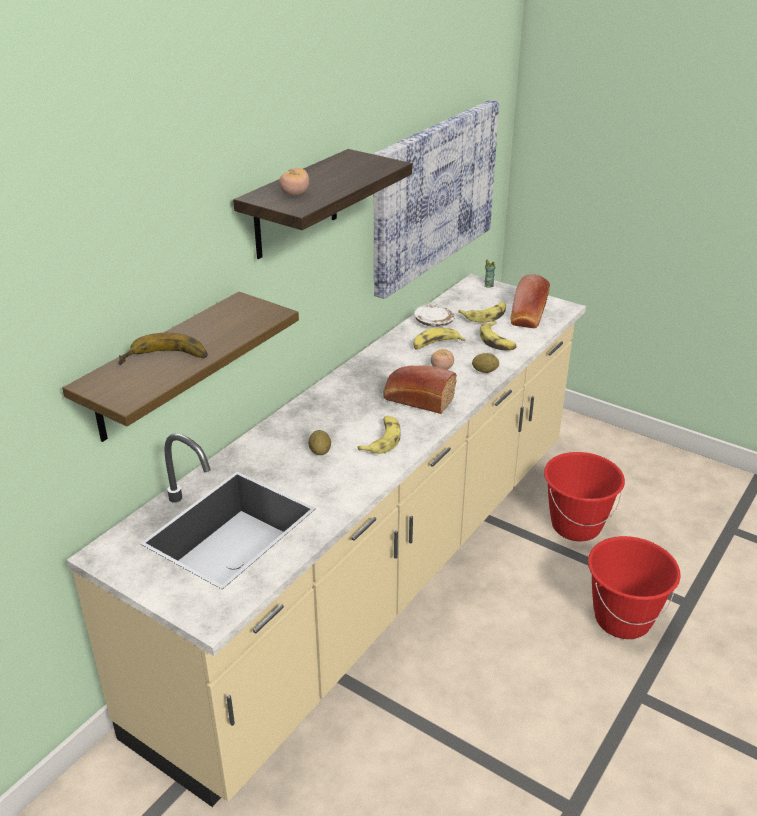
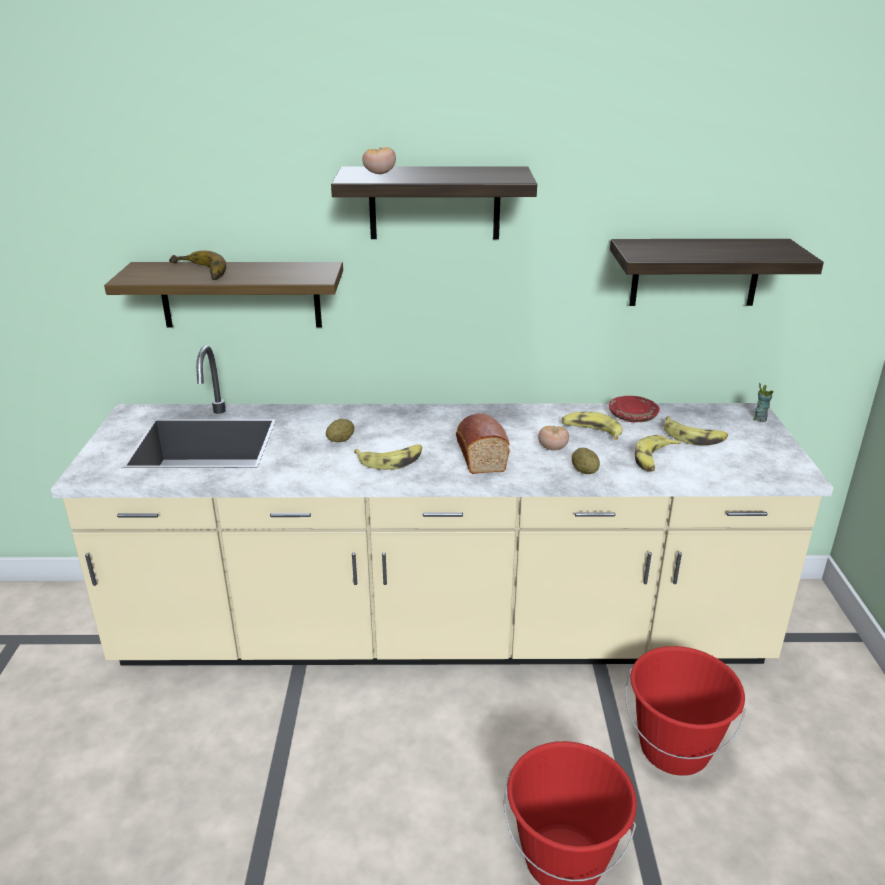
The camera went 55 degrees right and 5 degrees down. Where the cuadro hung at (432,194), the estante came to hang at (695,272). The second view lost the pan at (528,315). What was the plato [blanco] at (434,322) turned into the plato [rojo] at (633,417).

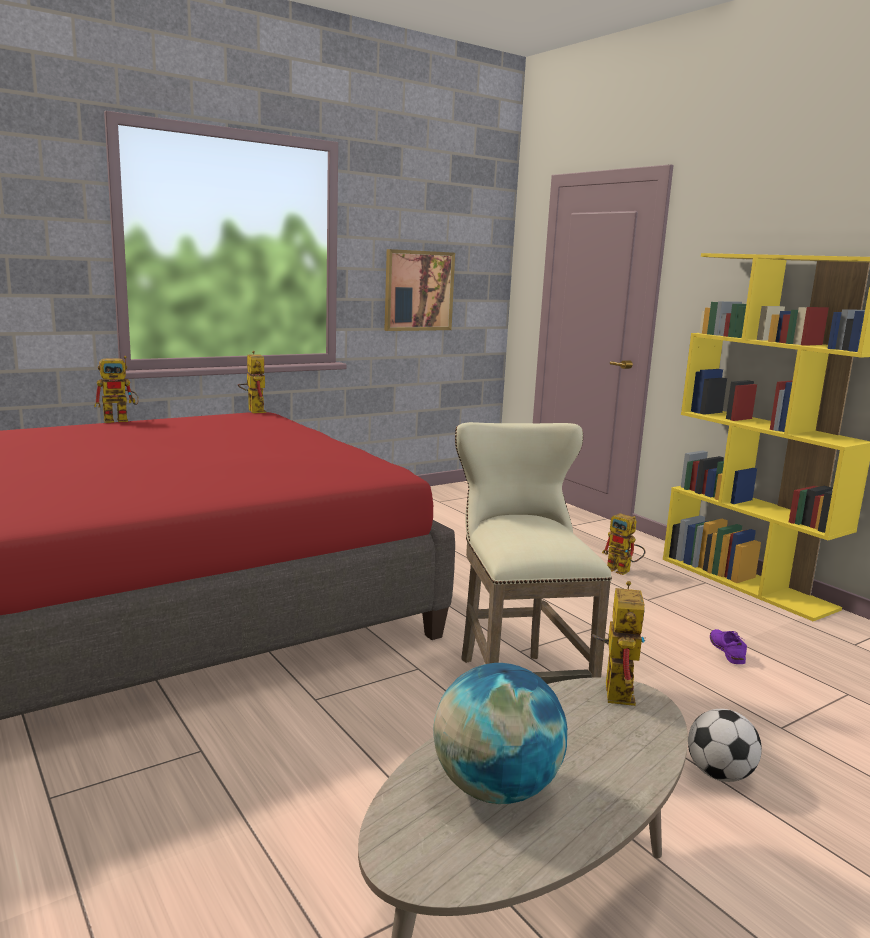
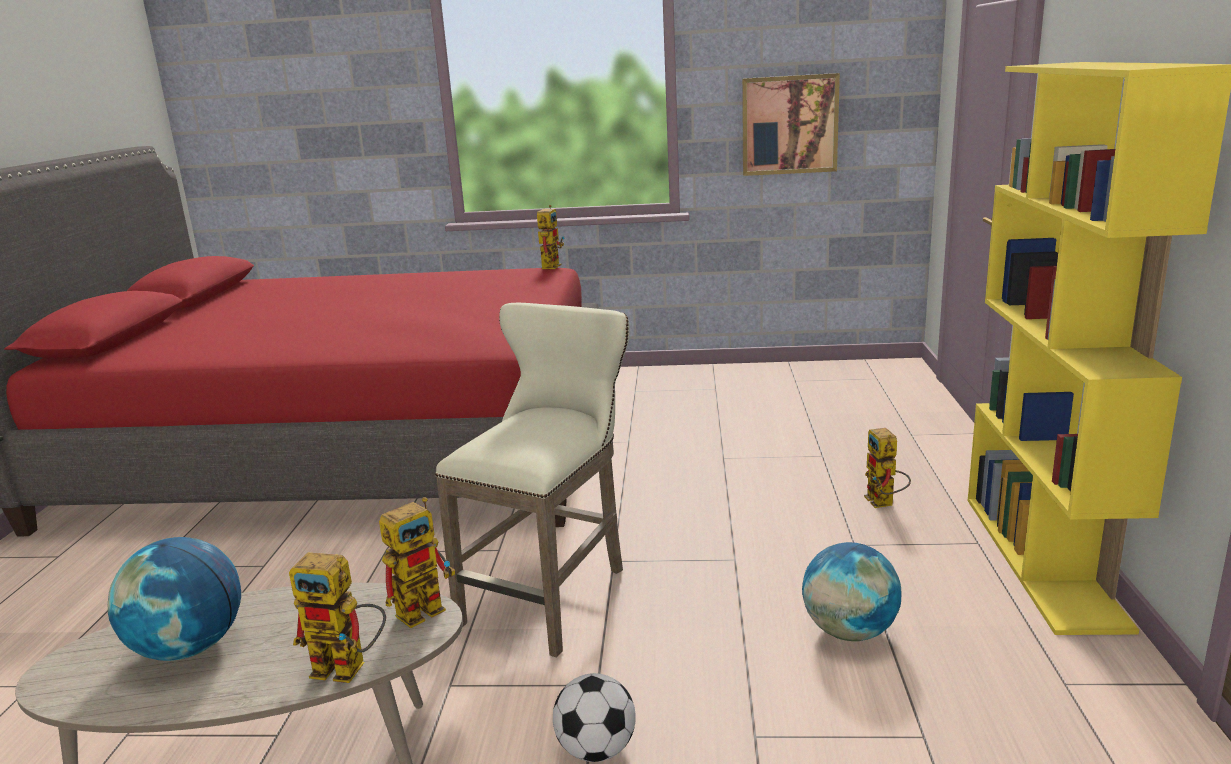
The camera went 40 degrees right and 5 degrees up. The robot de juguete ended up elsewhere, having gone from (121,420) to (350,668). Where the zapato [morado] stood at (727,650), the globo terráqueo came to stand at (849,631).

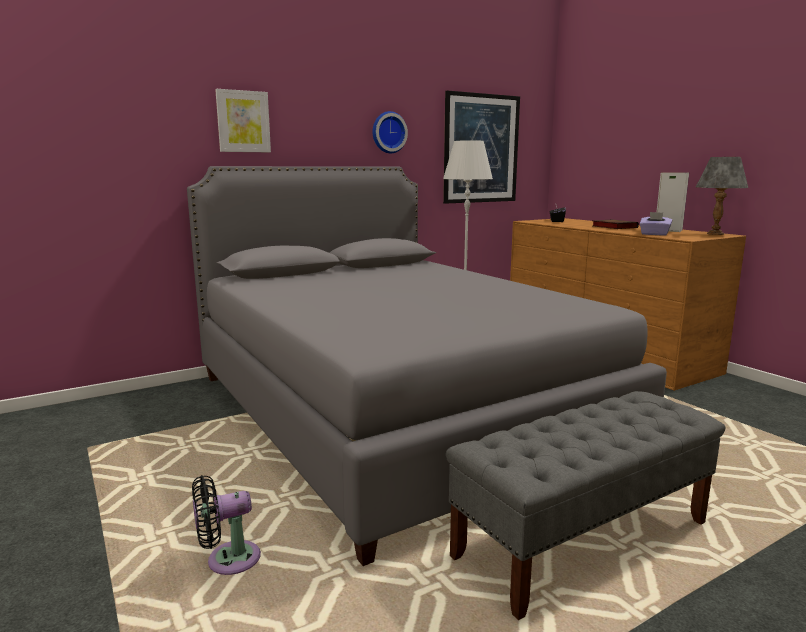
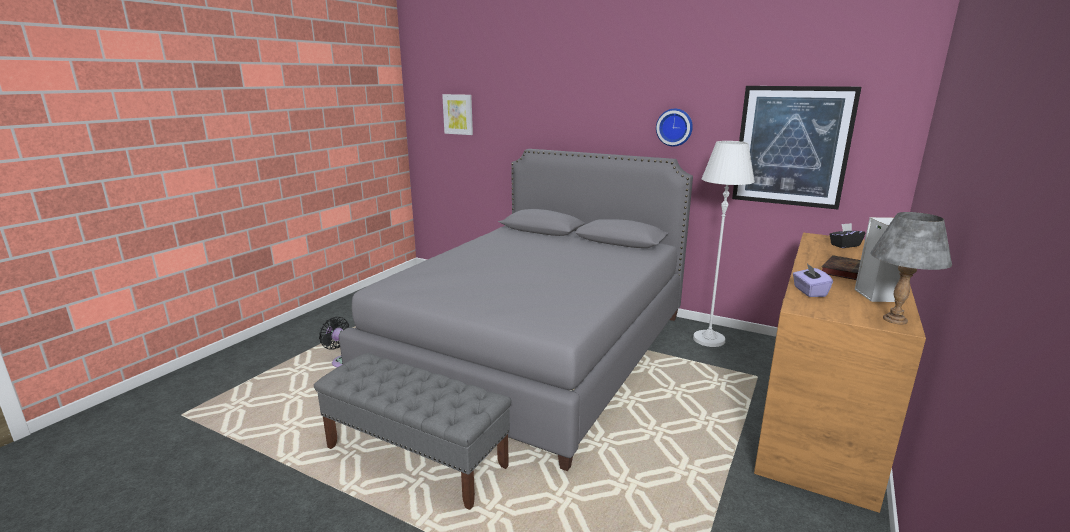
The camera went 60 degrees right and 5 degrees up. The cuadro ended up elsewhere, having gone from (243,121) to (458,114).

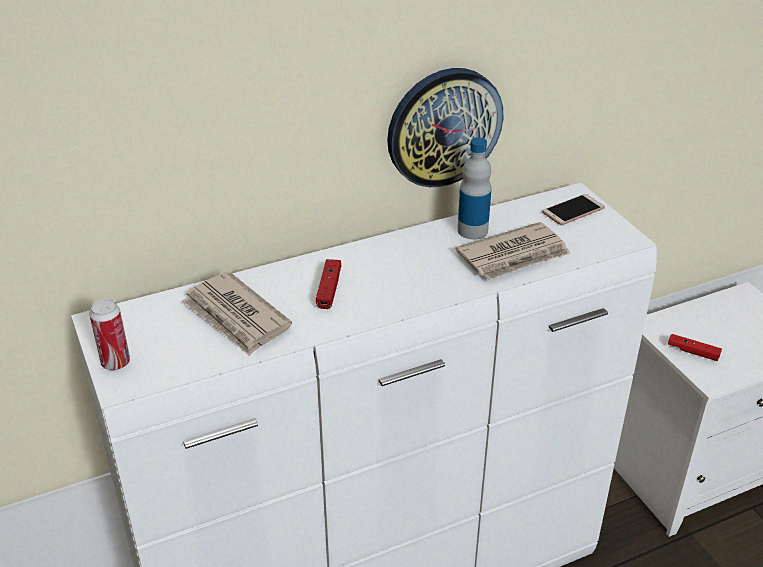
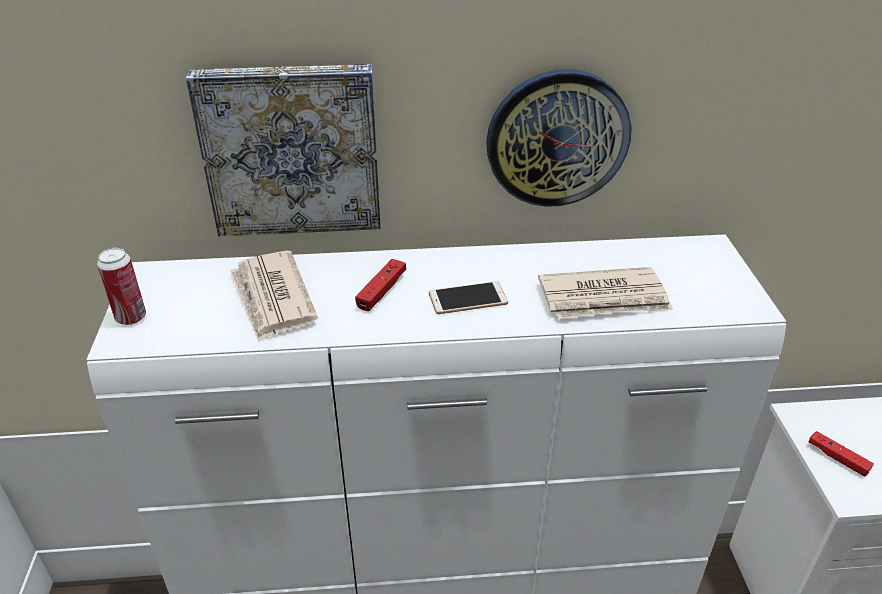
The camera went 20 degrees right and 0 degrees up. The second view lost the botella at (472,230). The móvil ended up elsewhere, having gone from (573,210) to (468,299). The second view gained the cuadro at (291,149).

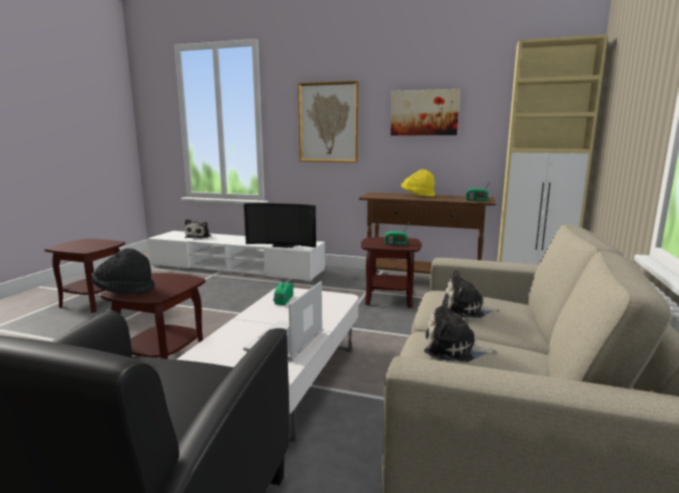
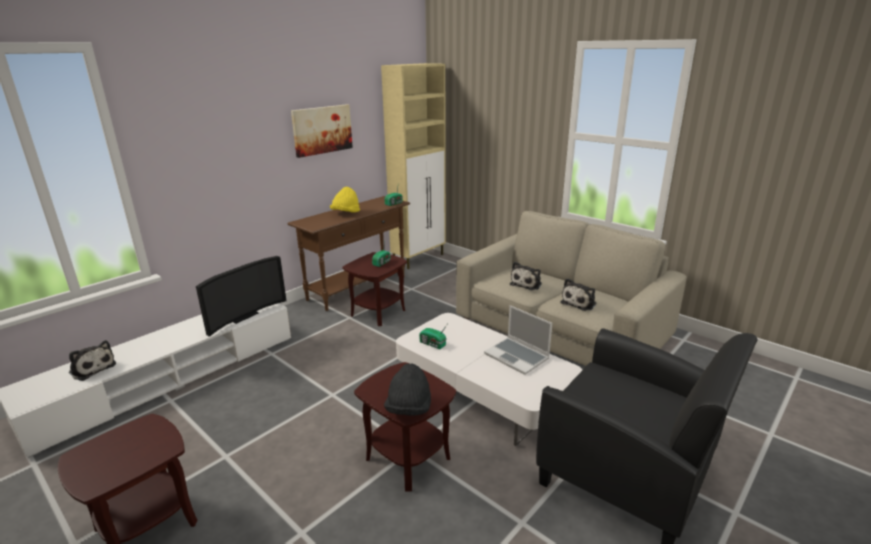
The camera went 65 degrees left and 10 degrees up. The second view lost the cuadro at (328,122).

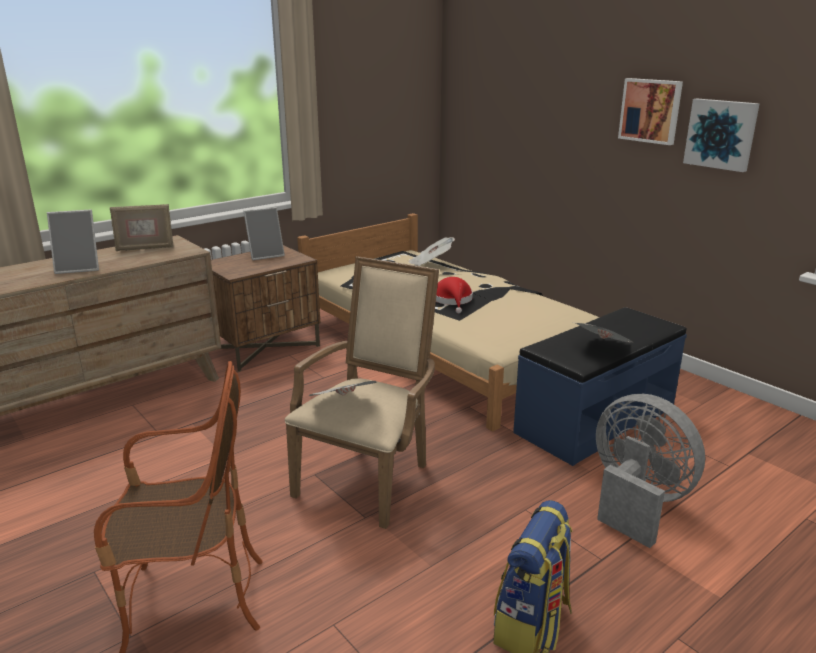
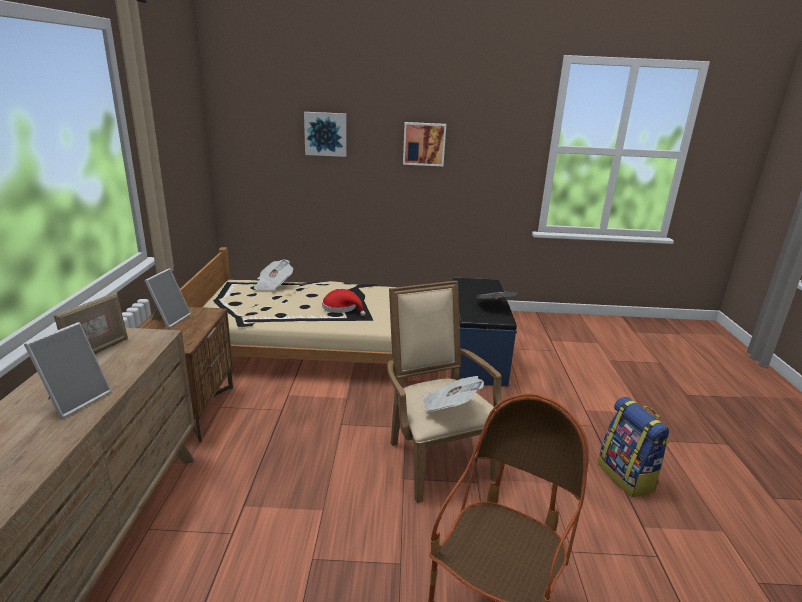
The camera went 50 degrees left and 0 degrees up. The cuadro ended up elsewhere, having gone from (721,134) to (325,134). The second view lost the ventilador [gris] at (636,502).

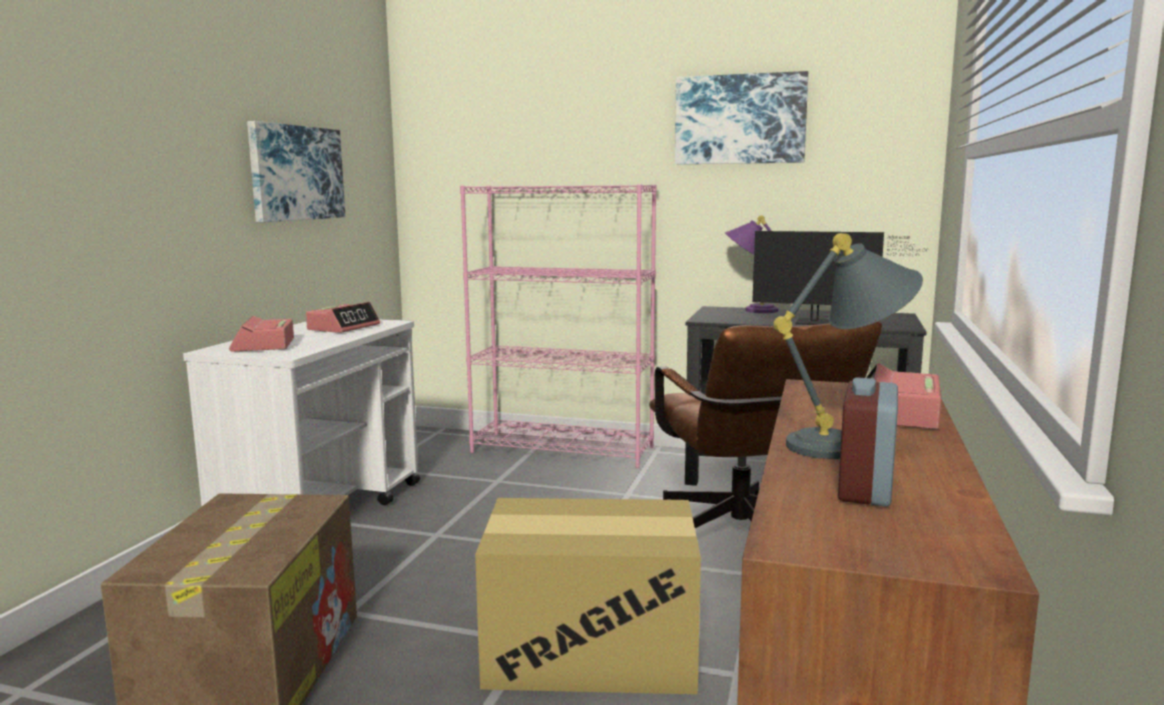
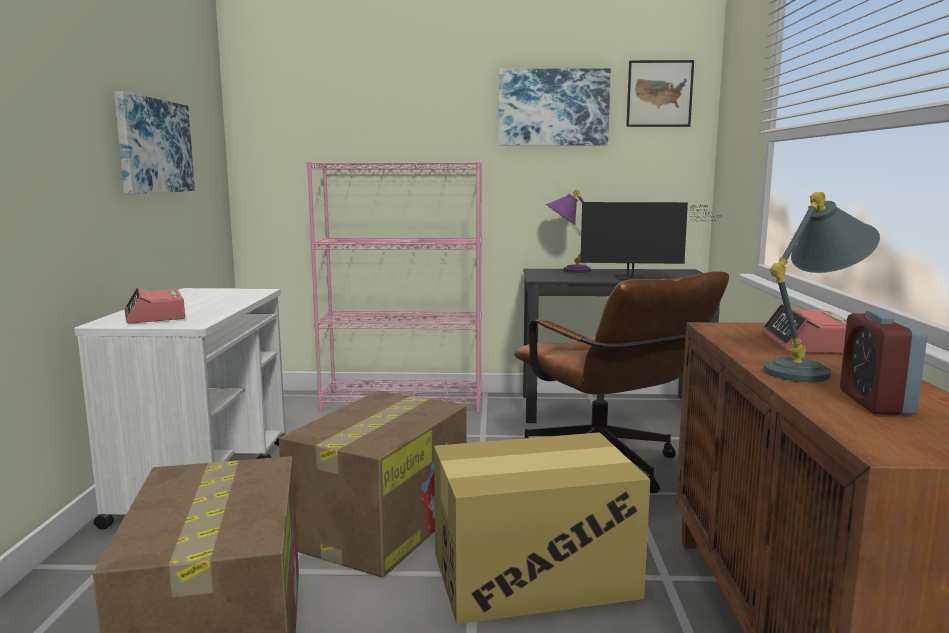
The camera went 15 degrees left and 0 degrees up. The second view lost the despertador at (344,327). The second view gained the cuadro at (659,94). The second view gained the caja de cartón at (382,523).

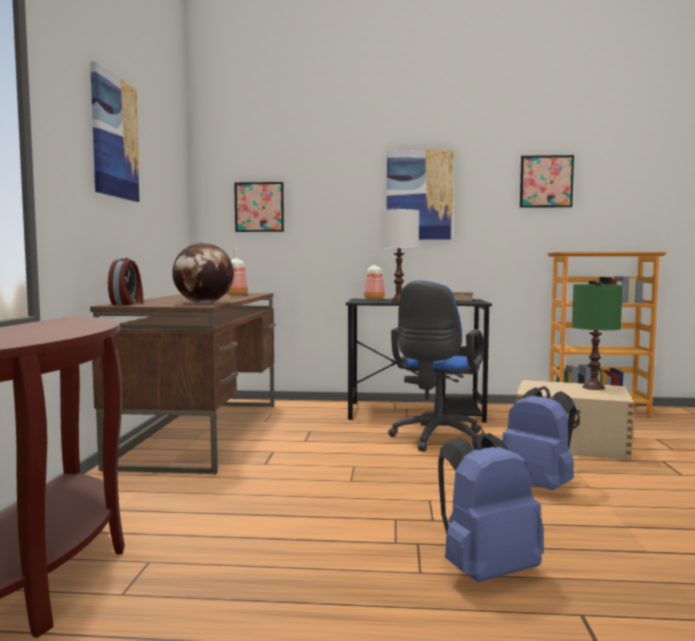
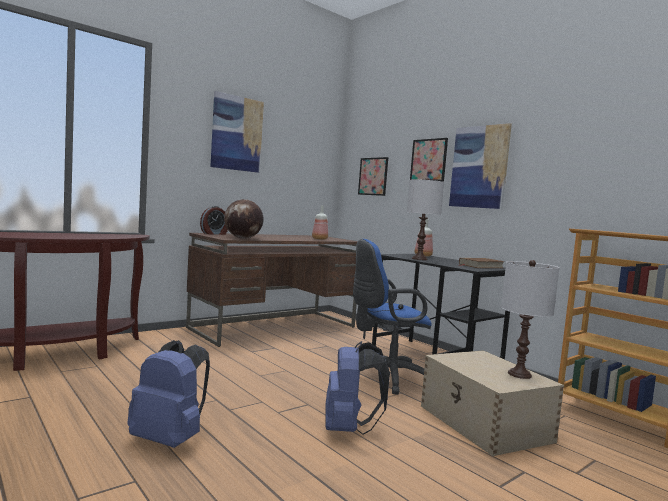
The camera went 45 degrees right and 0 degrees up. The cuadro ended up elsewhere, having gone from (546,181) to (428,160). What was the lámpara de mesa [verde] at (593,387) turned into the lámpara de mesa [blanco] at (519,374).

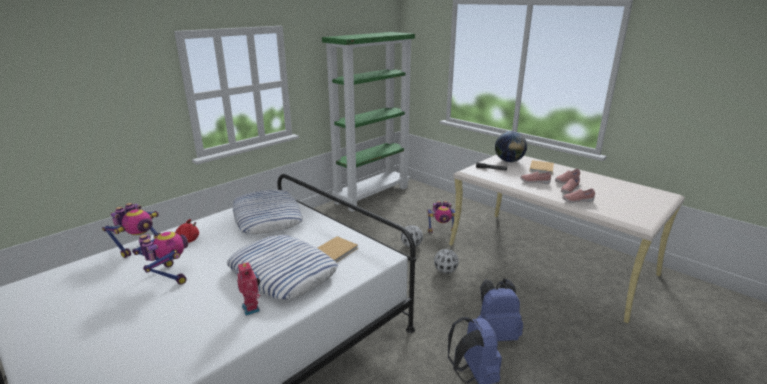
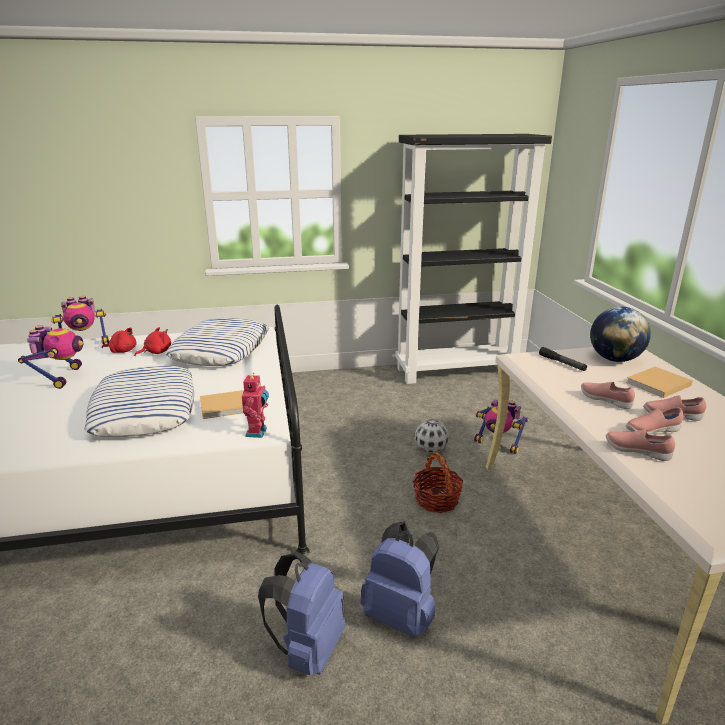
The camera went 35 degrees right and 0 degrees up. What was the estantería [verde] at (372,195) turned into the estantería [negro] at (457,370). Where the balón de fútbol stood at (445,271), the cesta came to stand at (436,500). The robot de juguete ended up elsewhere, having gone from (252,308) to (258,432). The second view gained the peluche [rojo] at (156,352).

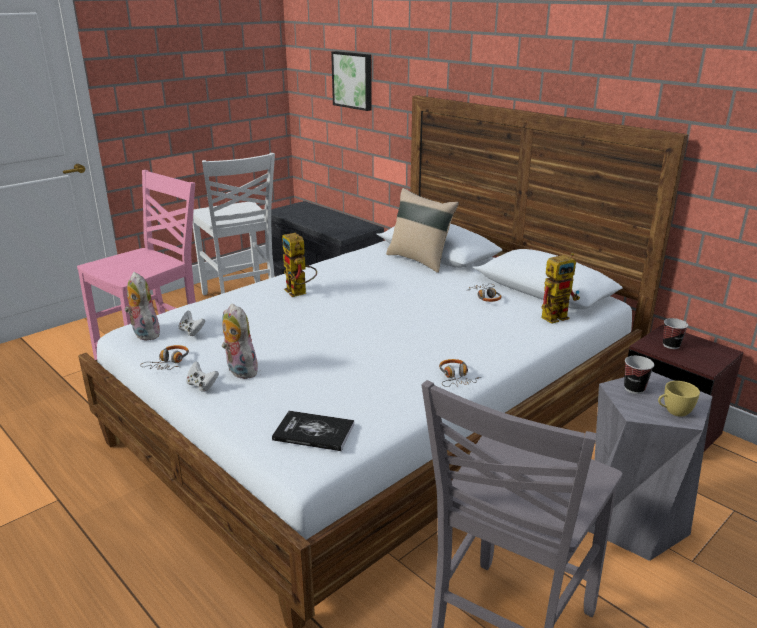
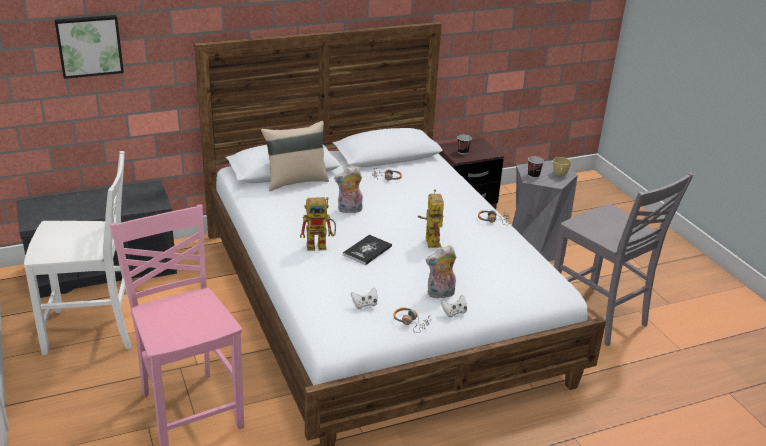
The camera went 70 degrees left and 5 degrees up. The robot de juguete ended up elsewhere, having gone from (557,315) to (430,240). The peluche ended up elsewhere, having gone from (144,334) to (349,210). The libro ended up elsewhere, having gone from (314,432) to (367,251).

